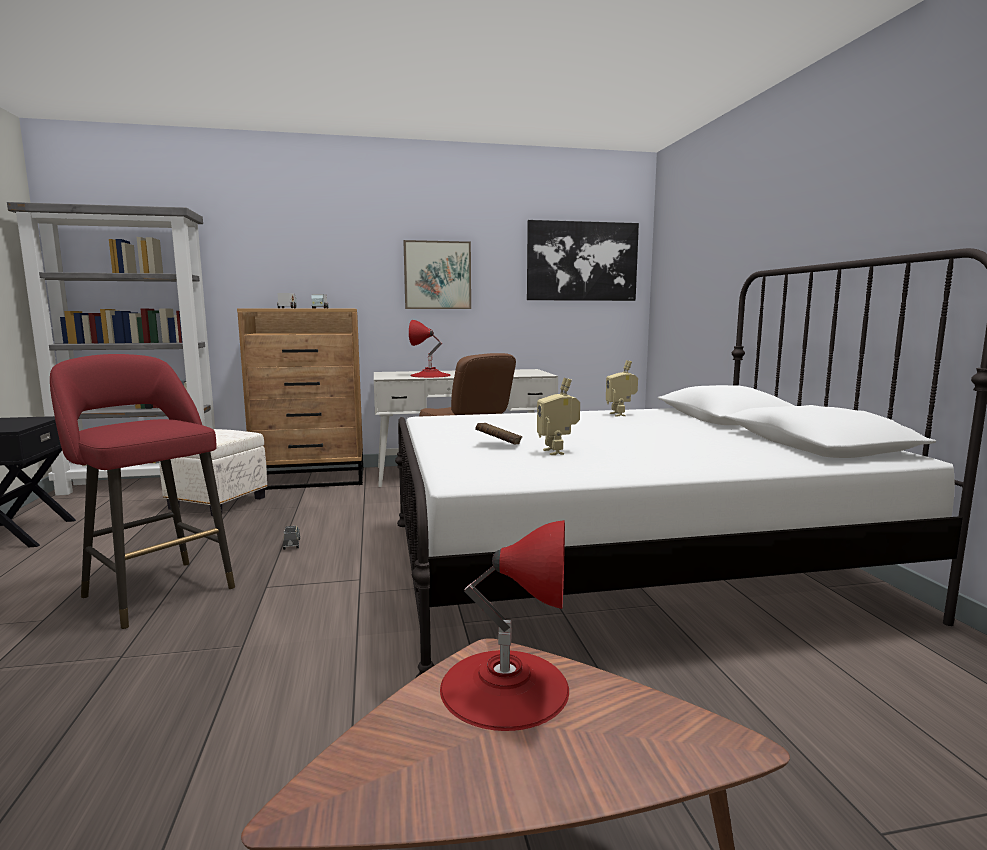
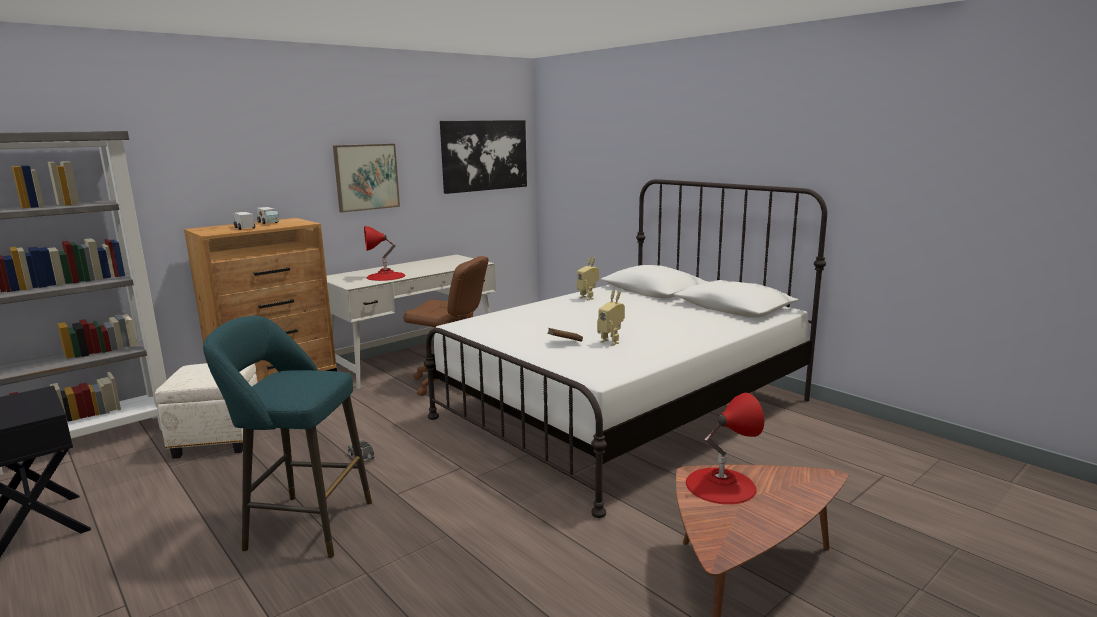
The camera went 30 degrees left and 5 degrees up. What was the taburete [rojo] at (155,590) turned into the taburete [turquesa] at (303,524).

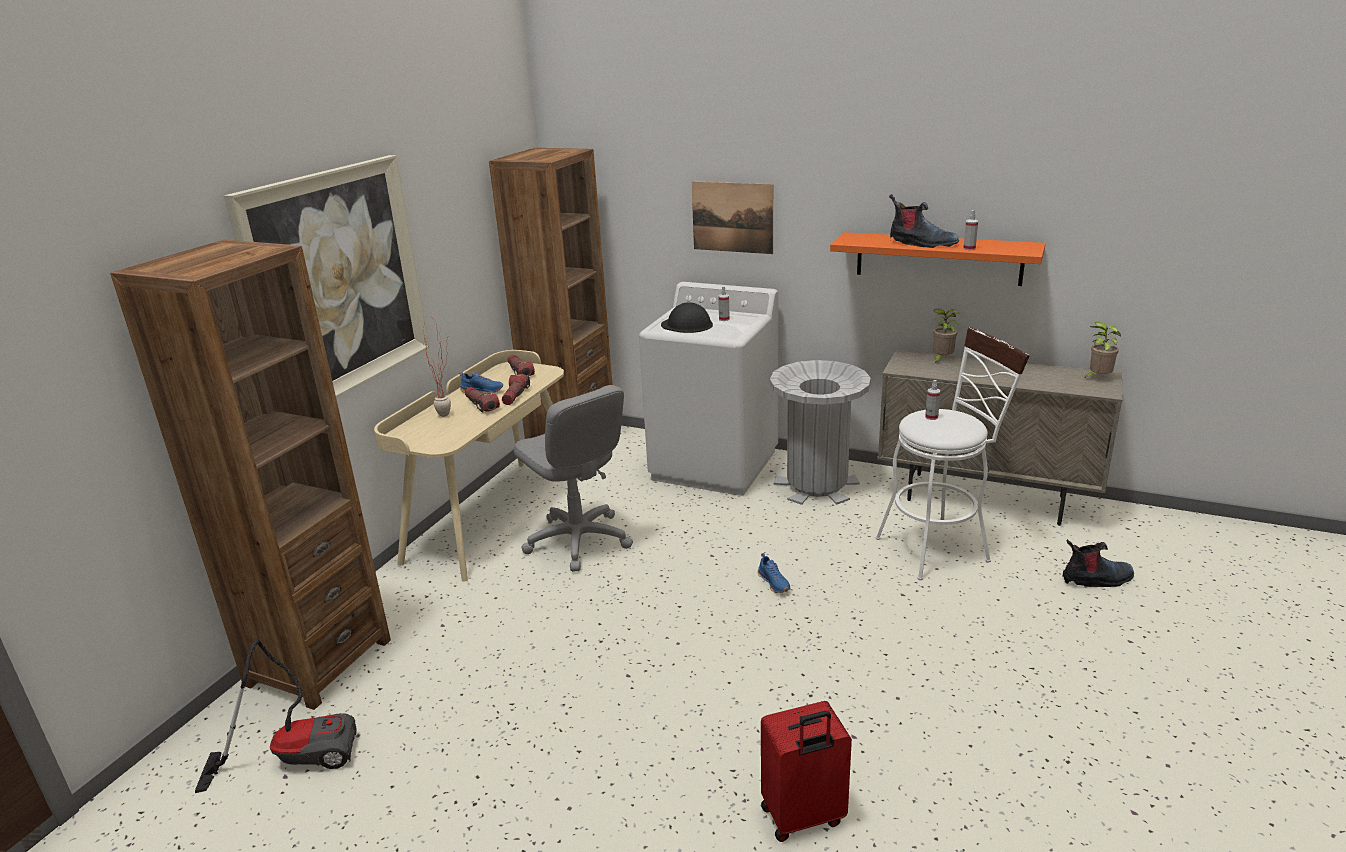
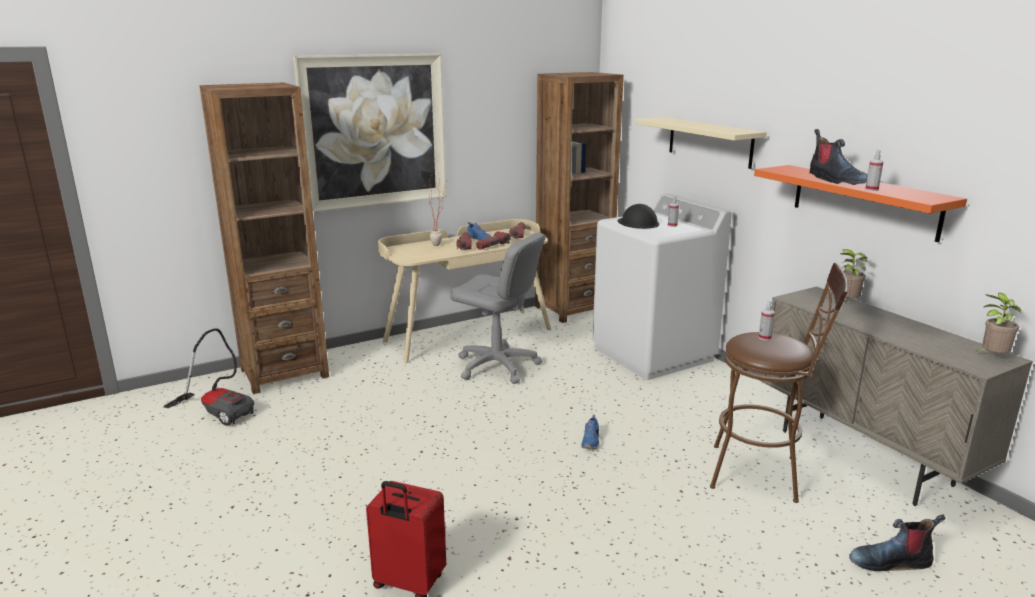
The camera went 35 degrees right and 5 degrees down. Where the cuadro hung at (732,217), the estante [beis] came to hang at (709,142). What was the taburete [blanco] at (939,547) turned into the taburete [marrón] at (763,473). The second view lost the papelera [gris] at (817,485). The silla de oficina [gris] at (578,541) ended up facing another way, 60 degrees counterclockwise from before. The bota at (1096,579) ended up facing another way, 150 degrees clockwise from before.

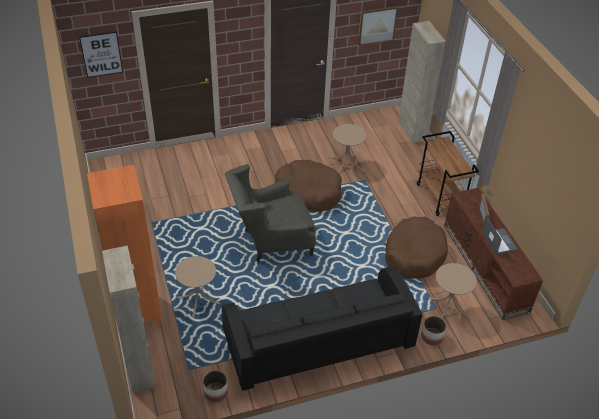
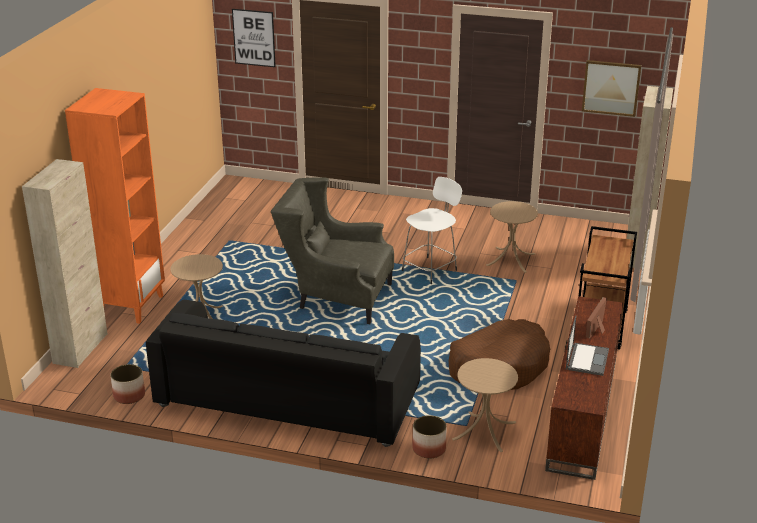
The camera went 35 degrees right and 15 degrees down. Where the cama para perro [marrón] stood at (307,192), the taburete [blanco] came to stand at (430,270).

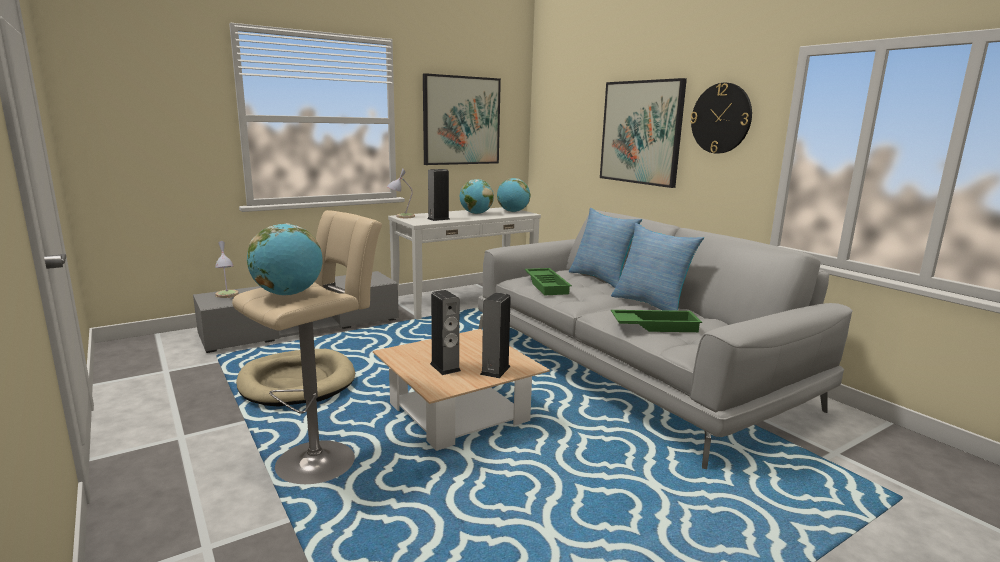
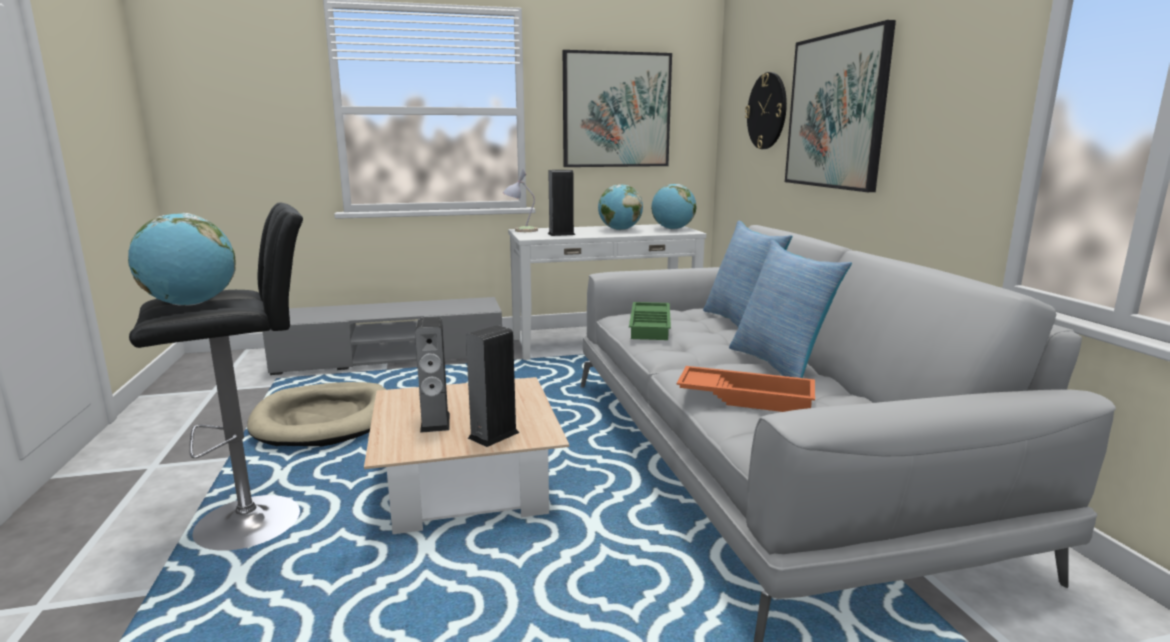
The camera went 20 degrees right and 0 degrees up. The reloj de pared ended up elsewhere, having gone from (721,118) to (767,111). What was the taburete [beis] at (321,459) turned into the taburete [negro] at (258,520). The second view lost the lámpara de mesa at (227,296). What was the bandeja [verde] at (654,326) turned into the bandeja [naranja] at (746,397).

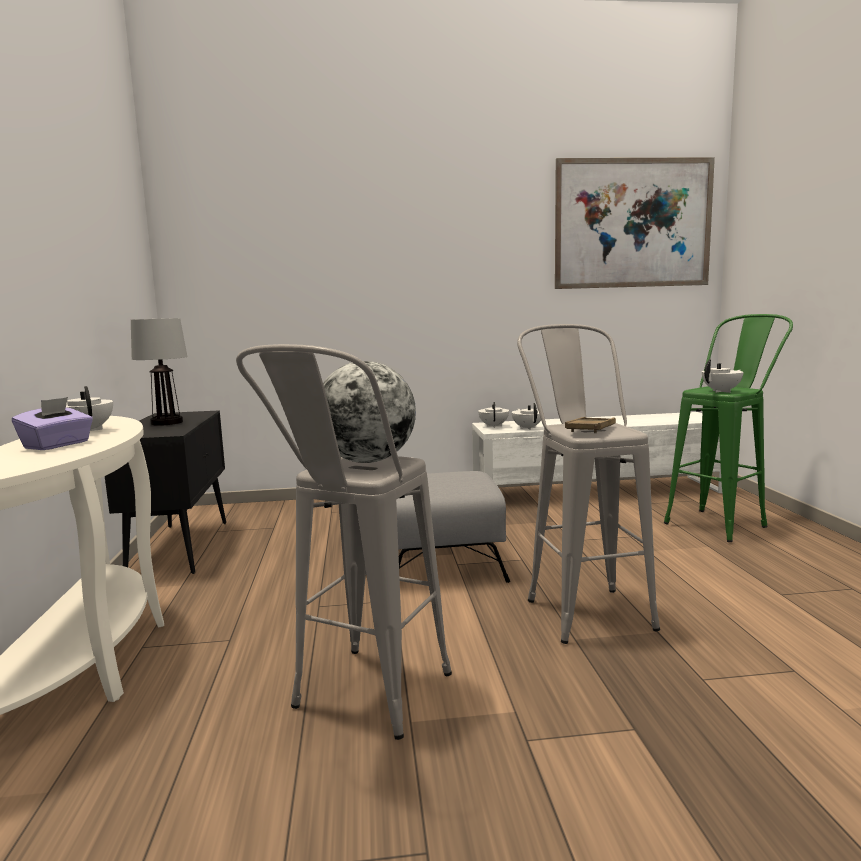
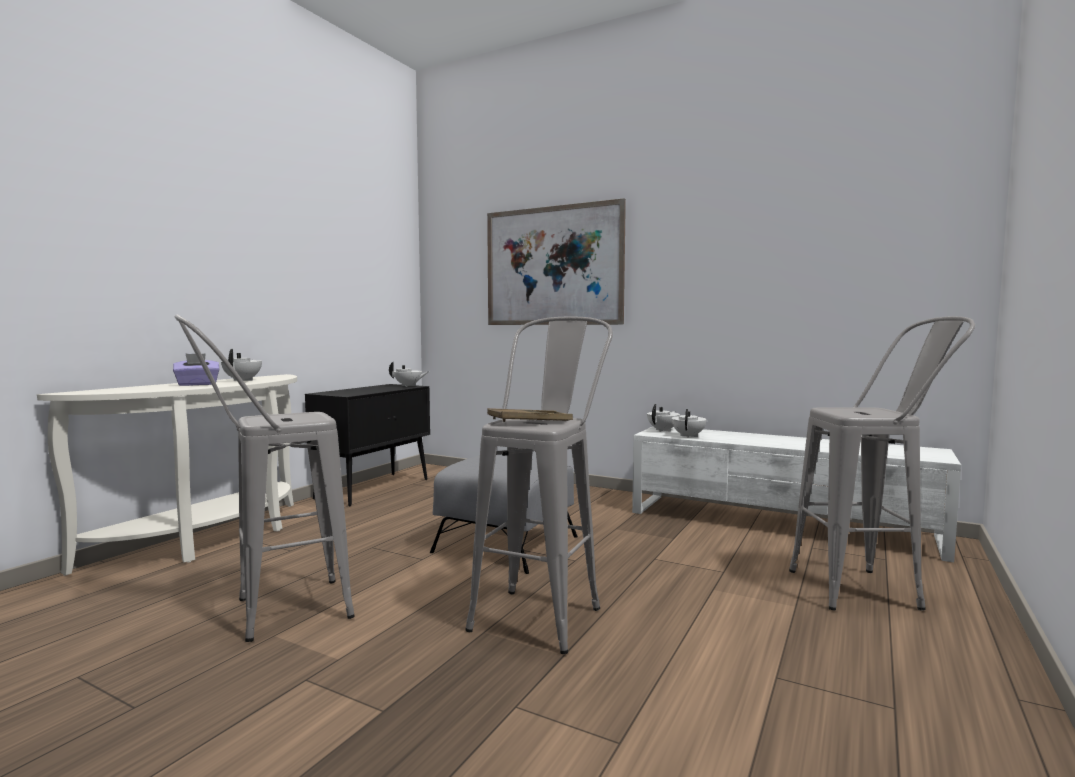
The camera went 35 degrees right and 5 degrees down. The cuadro ended up elsewhere, having gone from (633,223) to (552,266). What was the taburete [verde] at (722,522) turned into the taburete [gris] at (871,589). The second view lost the lámpara de mesa at (167,422). The tetera [blanco] ended up elsewhere, having gone from (722,391) to (408,385). The second view lost the globo terráqueo at (368,461).

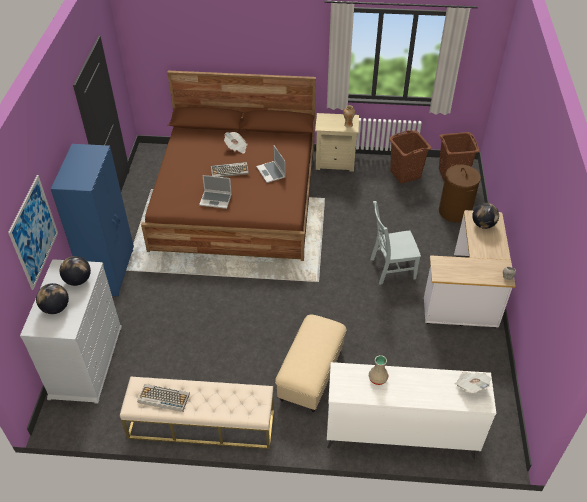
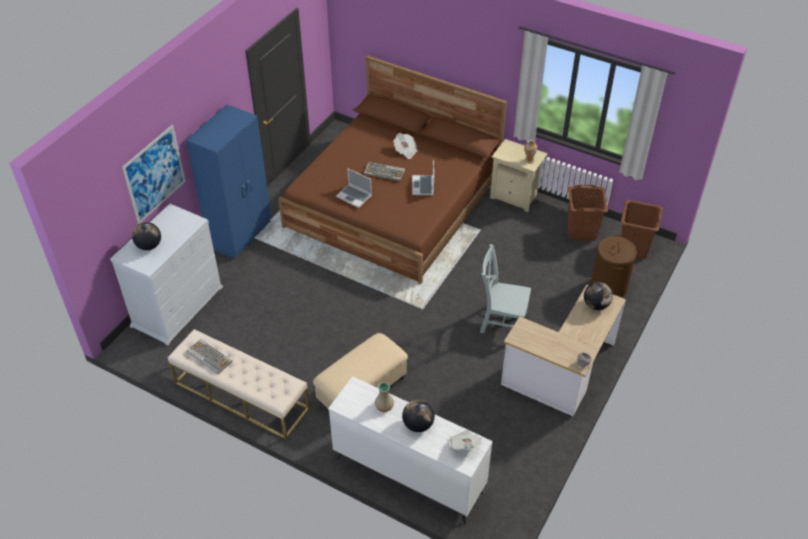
The camera went 25 degrees right and 0 degrees up. The globo terráqueo ended up elsewhere, having gone from (78,280) to (418,425).

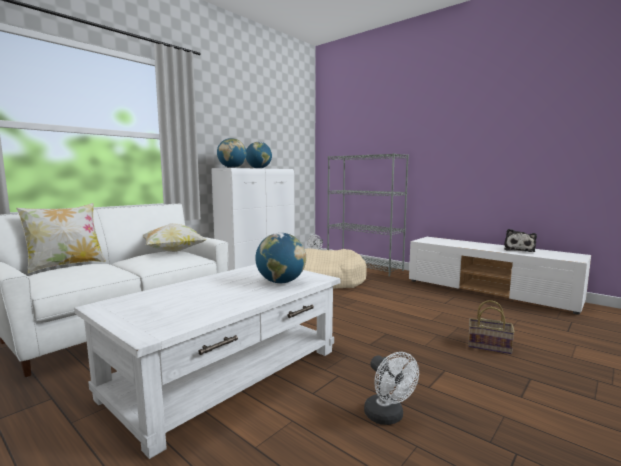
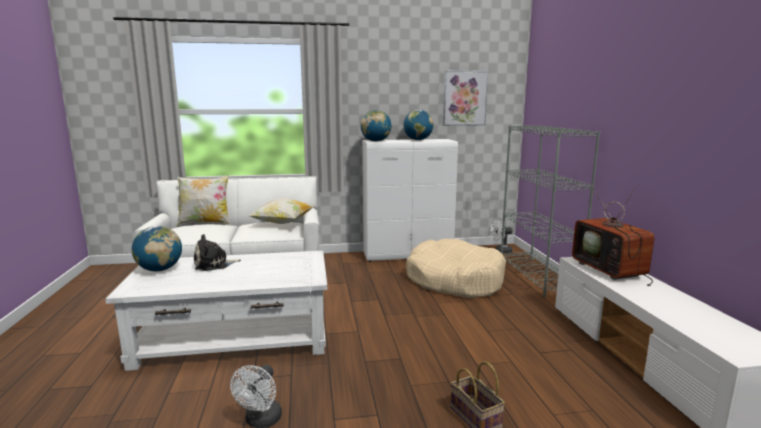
The camera went 40 degrees right and 5 degrees up. The peluche ended up elsewhere, having gone from (519,250) to (214,265). The globo terráqueo ended up elsewhere, having gone from (281,282) to (160,270). The second view gained the cuadro at (464,98). The second view gained the televisor at (611,270).

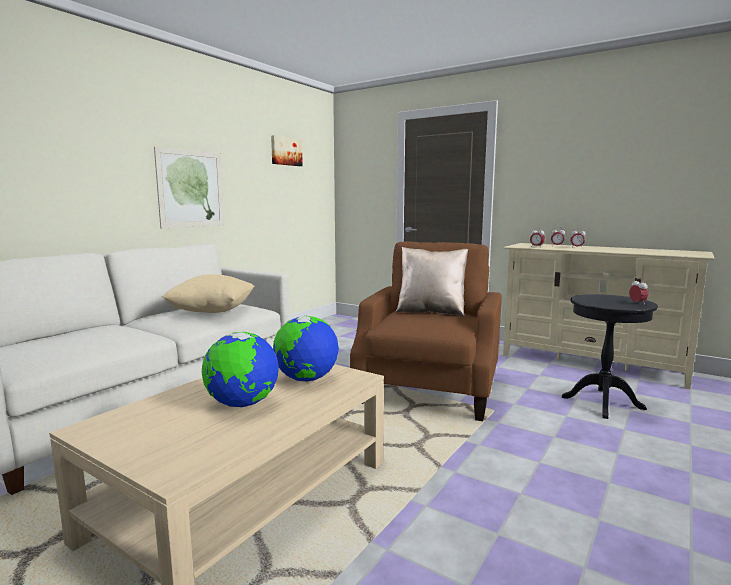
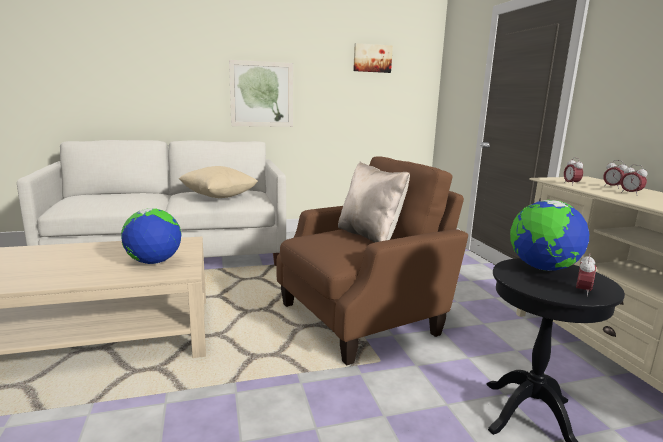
The camera went 40 degrees right and 5 degrees up. The globo terráqueo ended up elsewhere, having gone from (242,404) to (542,268).

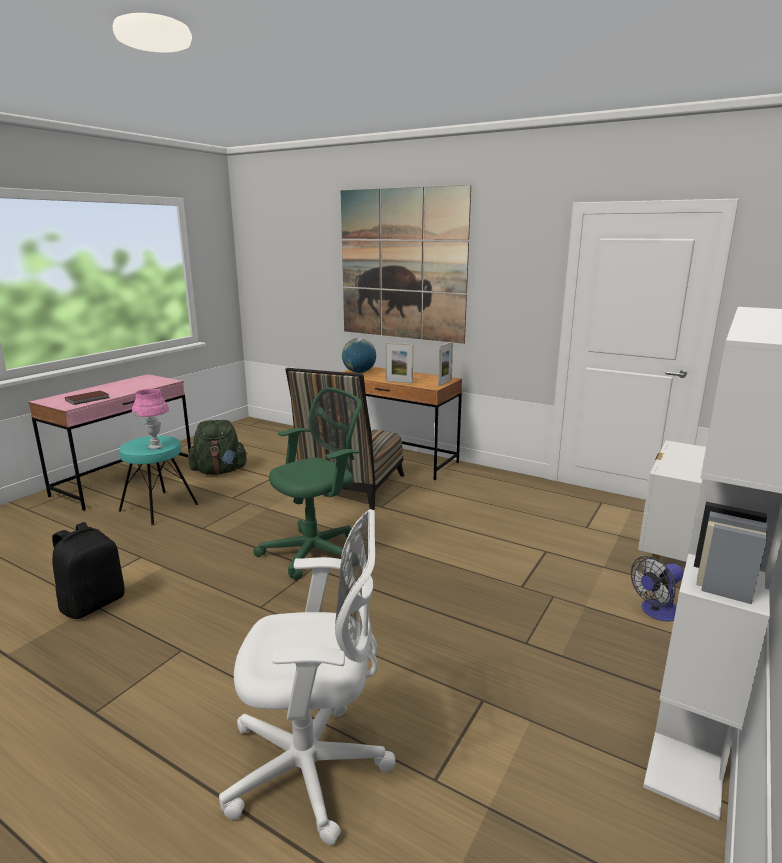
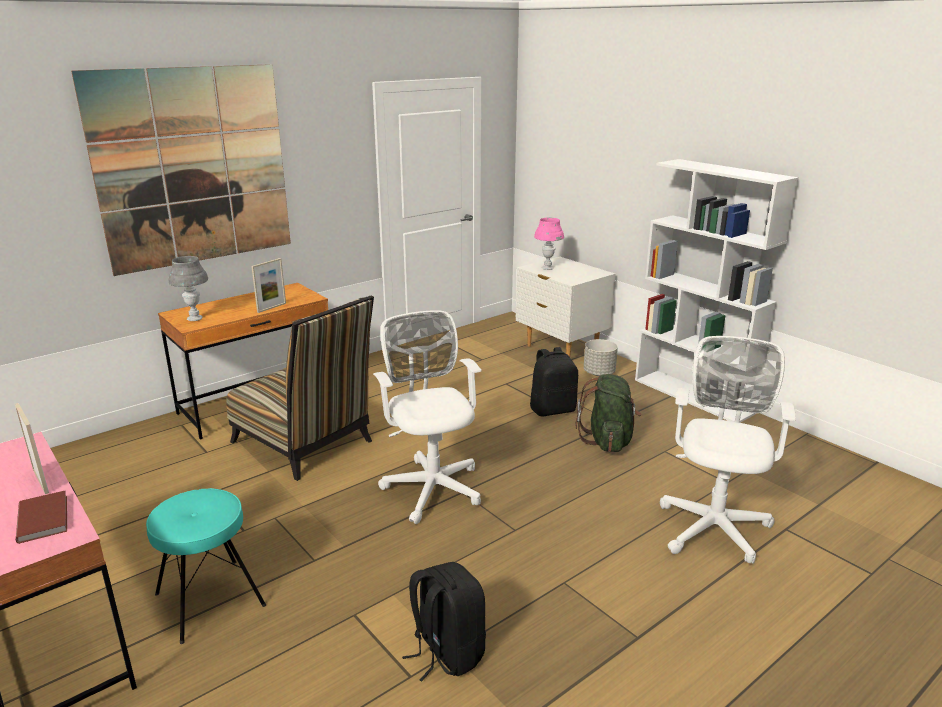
The camera went 70 degrees left and 5 degrees up. Where the globo terráqueo stood at (359,372), the lámpara de mesa [gris] came to stand at (195,318). The portarretratos ended up elsewhere, having gone from (444,382) to (41,481). What was the silla de oficina [verde] at (316,551) turned into the silla de oficina [blanco] at (432,486). The lámpara de mesa [rosa] ended up elsewhere, having gone from (155,447) to (547,268). The mochila [verde] ended up elsewhere, having gone from (219,471) to (608,441). Where the ventilador stood at (656,612), the maceta [gris] came to stand at (599,373). The second view gained the mochila [negro] at (552,410).

